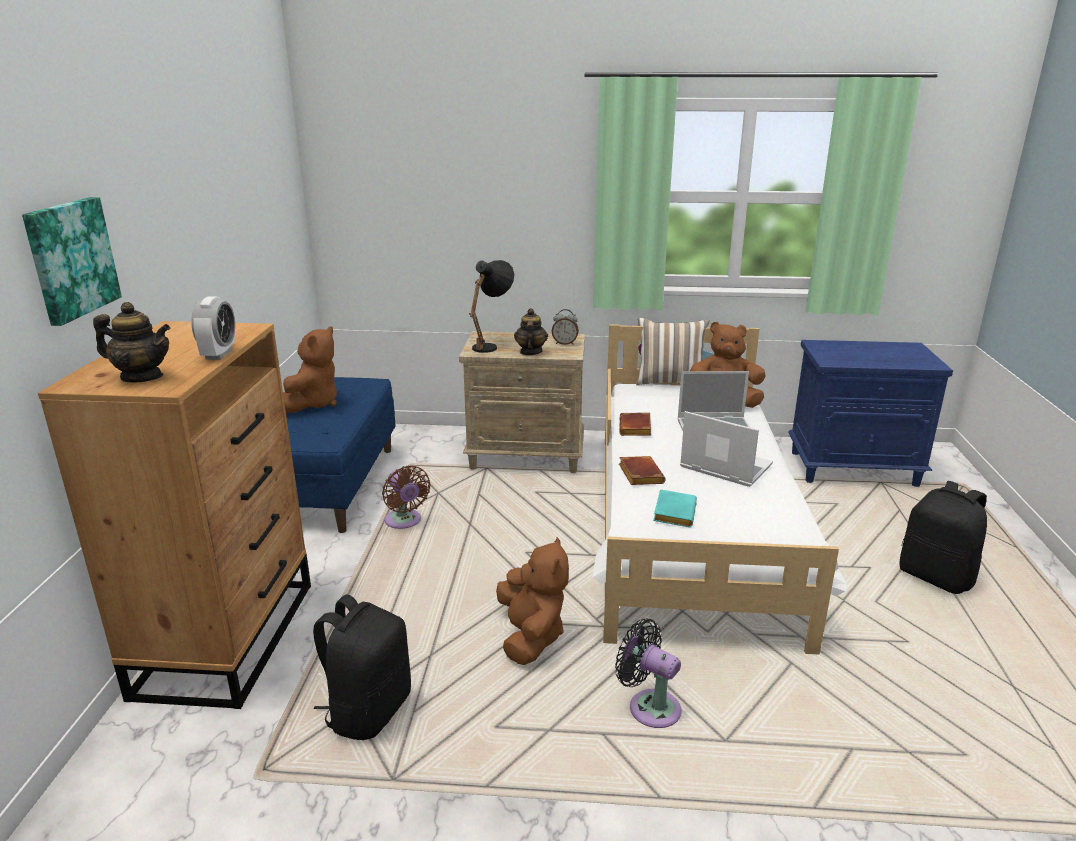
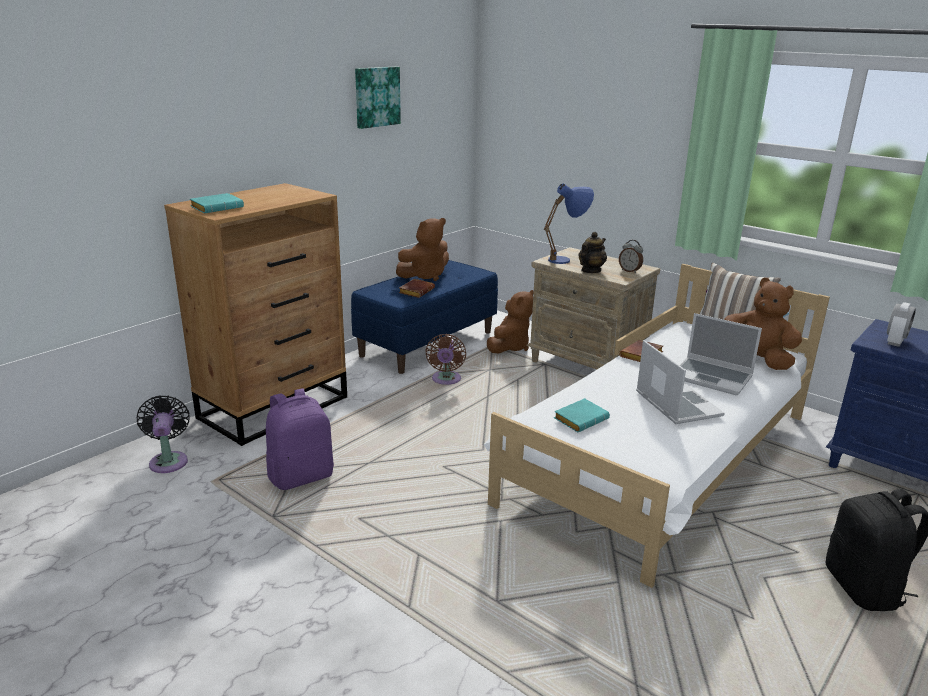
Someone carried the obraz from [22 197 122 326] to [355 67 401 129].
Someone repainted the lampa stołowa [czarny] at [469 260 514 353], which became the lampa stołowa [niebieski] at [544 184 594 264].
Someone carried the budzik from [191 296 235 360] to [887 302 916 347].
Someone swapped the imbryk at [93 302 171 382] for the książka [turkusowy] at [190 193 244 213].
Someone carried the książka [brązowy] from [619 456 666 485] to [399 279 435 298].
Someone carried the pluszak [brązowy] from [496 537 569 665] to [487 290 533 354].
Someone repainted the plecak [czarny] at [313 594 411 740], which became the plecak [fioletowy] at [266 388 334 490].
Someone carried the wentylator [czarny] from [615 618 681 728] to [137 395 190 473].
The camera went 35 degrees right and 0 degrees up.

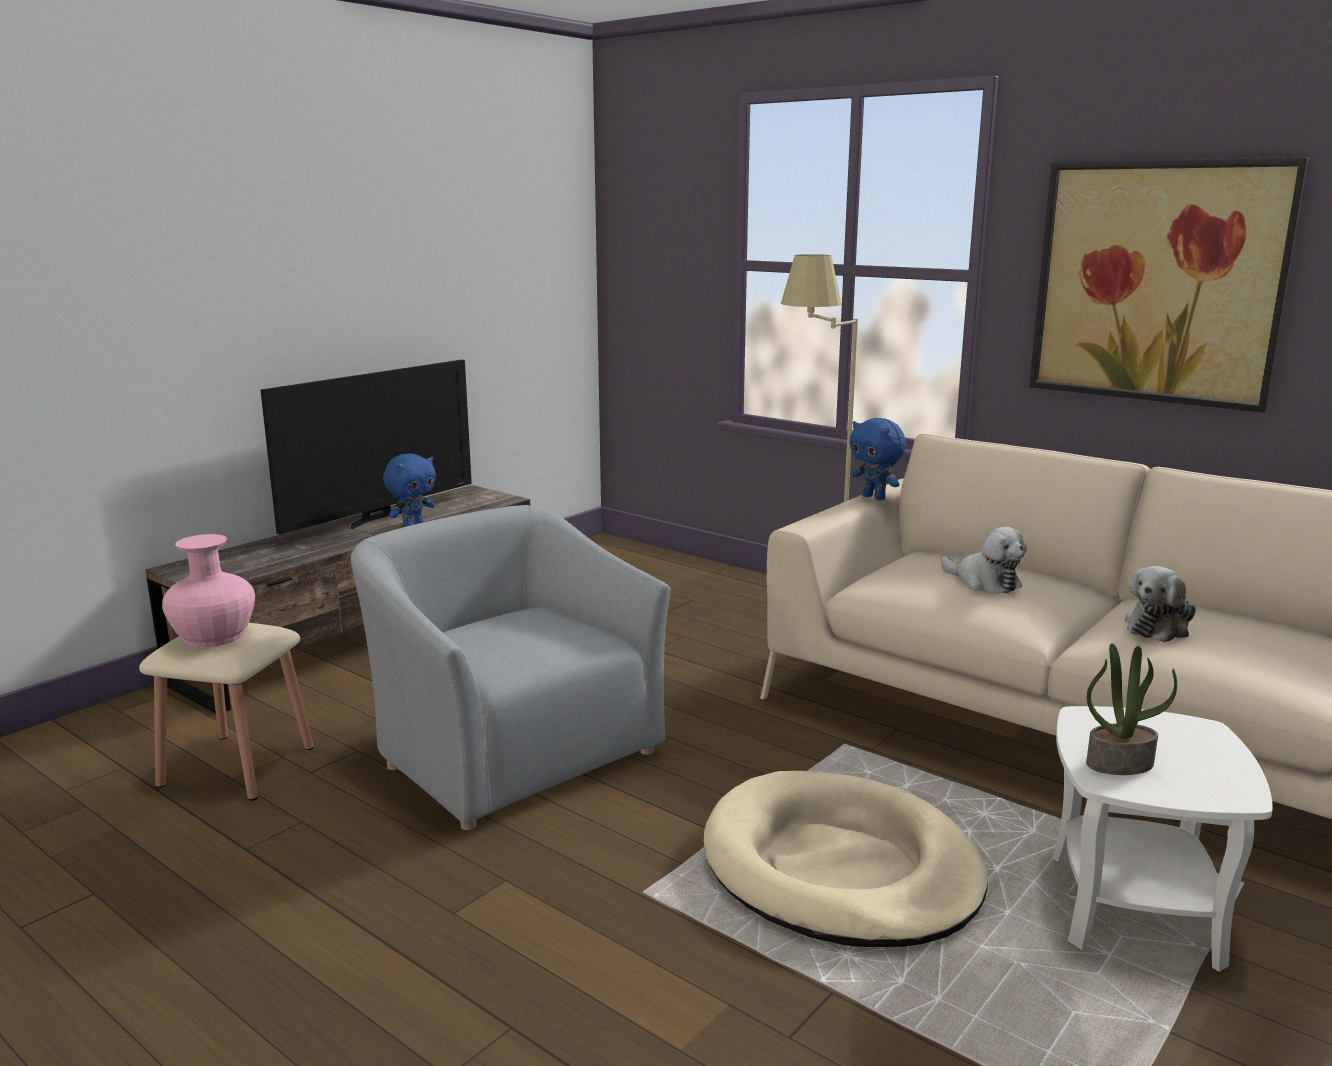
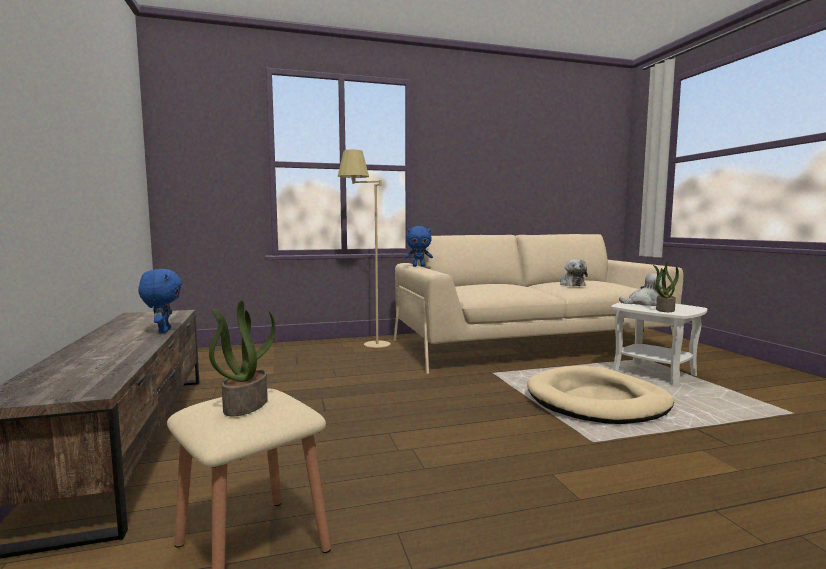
Someone took away the obraz at [1029 158 1309 413].
Someone took away the telewizor at [261 360 472 535].
Someone took away the fotel [szary] at [351 505 671 830].
Someone carried the pluszak from [941 527 1027 594] to [619 274 662 306].
Someone swapped the wazon [różowy] at [162 534 255 647] for the roślina doniczkowa at [209 300 276 416].
The camera went 55 degrees left and 10 degrees down.

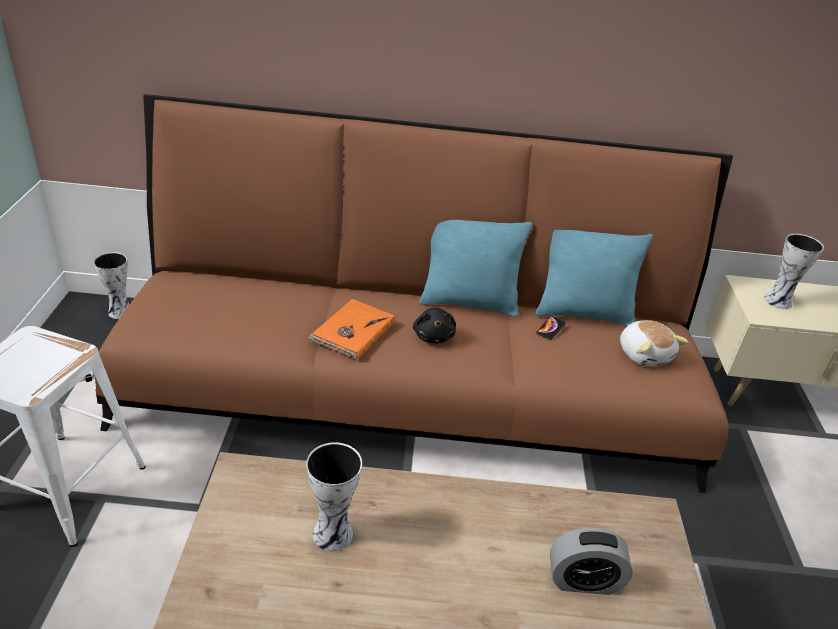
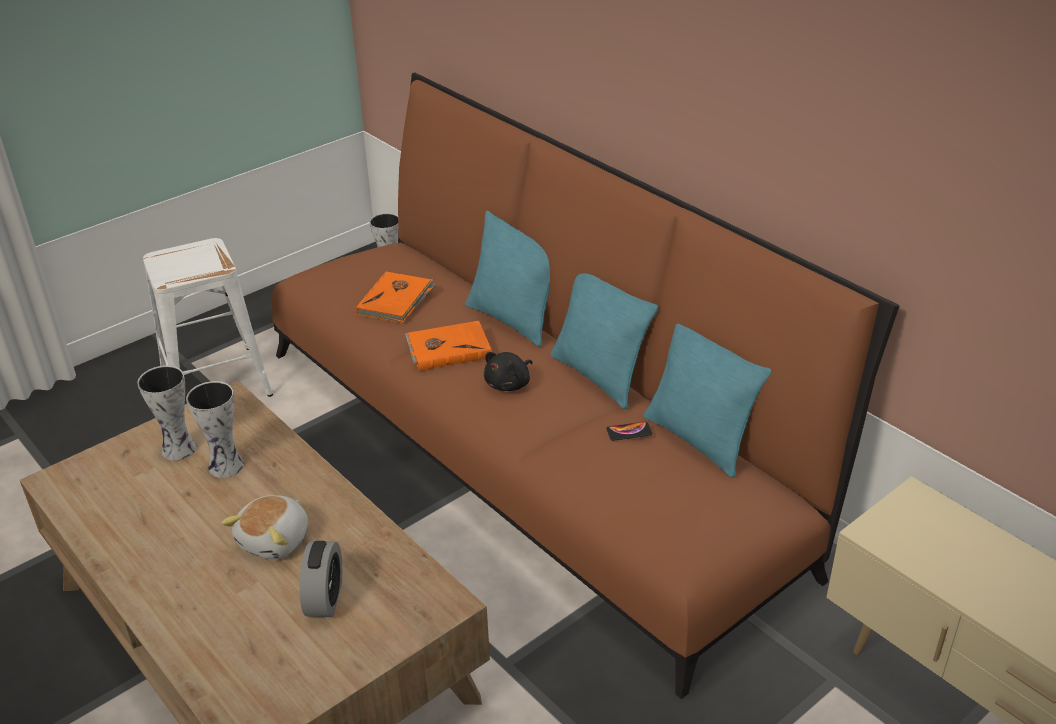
Someone carried the wazon from [764 234 824 309] to [137 365 197 461].
Someone carried the pluszak from [620 320 688 367] to [221 495 308 559].
Someone rotated the budzik at [550 528 633 595] by 135 degrees counterclockwise.
Someone put down the poduszka [turkusowy] at [465 211 550 347].
Someone put down the książka [pomarańczowy] at [356 271 436 323].
The camera went 50 degrees right and 0 degrees up.

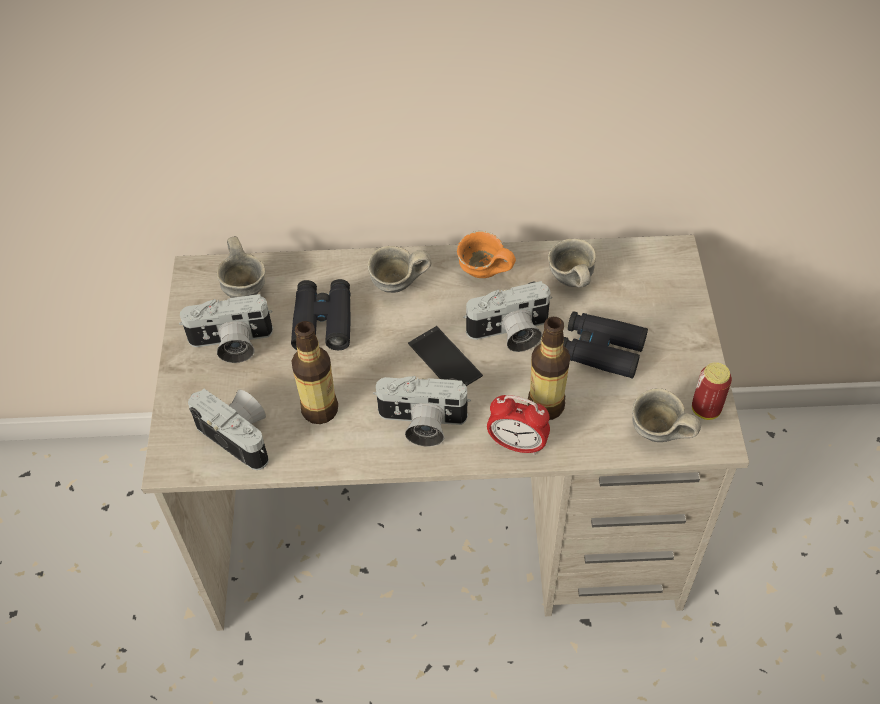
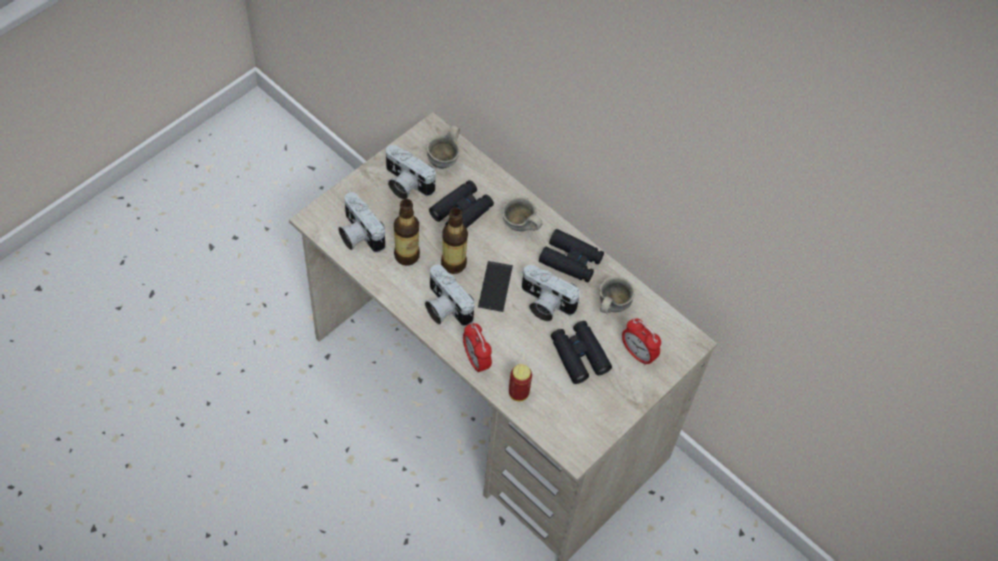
Someone swapped the kubek [pomarańczowy] at [457 231 516 278] for the lornetka [czarny] at [539 229 604 283].
Someone carried the butelka from [528 317 570 420] to [441 208 468 274].
Someone carried the puszka from [692 362 732 420] to [509 364 532 401].
Someone took away the kubek [szary] at [632 388 701 442].
Someone rotated the aparat fotograficzny at [188 389 269 470] by 150 degrees clockwise.
Someone put down the budzik at [622 319 661 365].
The camera went 40 degrees right and 5 degrees up.

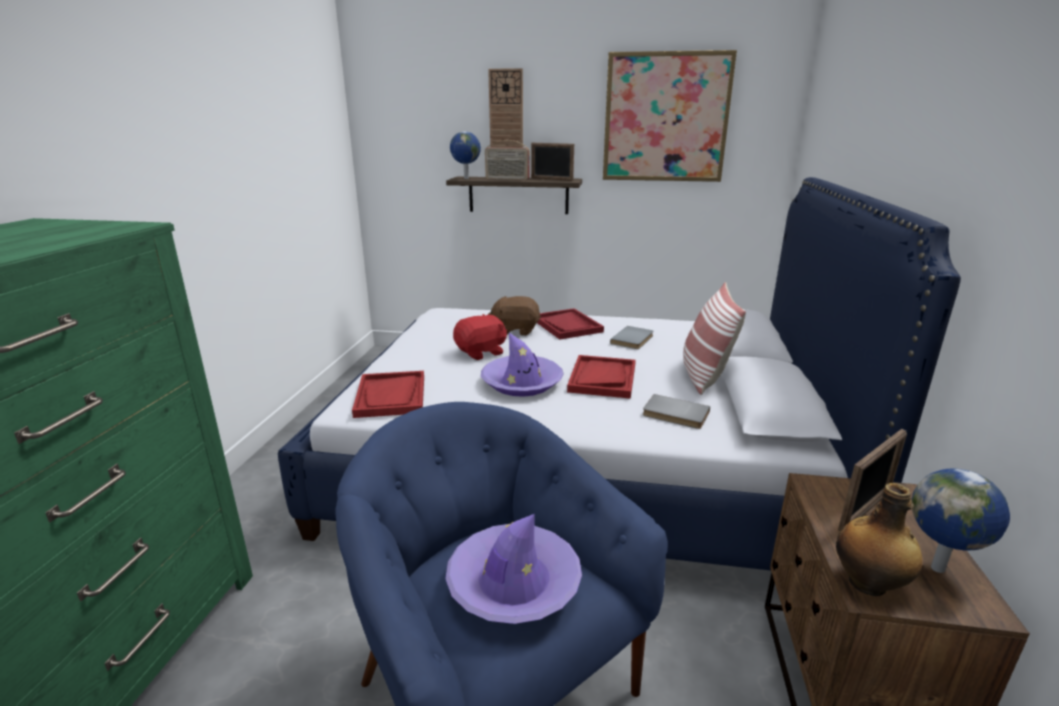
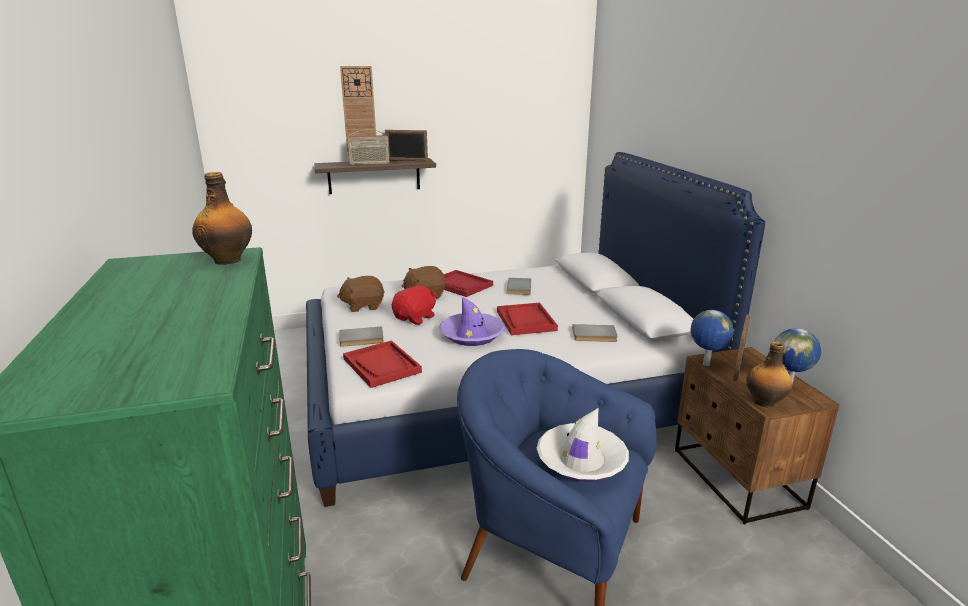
Someone took away the obraz at [603 50 737 182].
Someone carried the globus from [450 131 481 179] to [691 310 734 366].
Someone took away the poduszka at [683 282 746 395].
Someone repainted the kapelusz [fioletowy] at [445 514 582 624], which became the kapelusz [biały] at [537 408 629 482].
Someone put down the butelka at [192 172 252 265].
Someone put down the pluszak [brązowy] at [337 276 385 312].
Someone put down the książka [szary] at [339 326 384 347].
The camera went 25 degrees left and 0 degrees up.

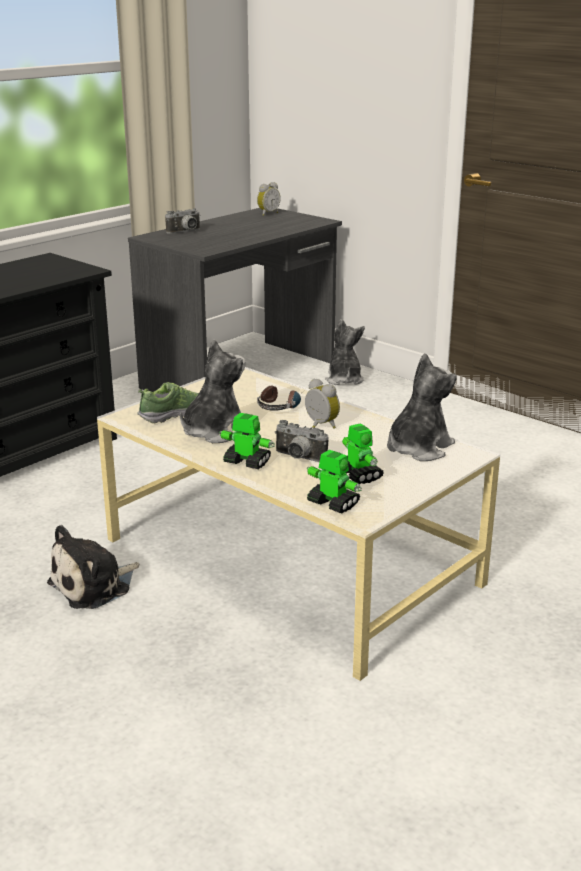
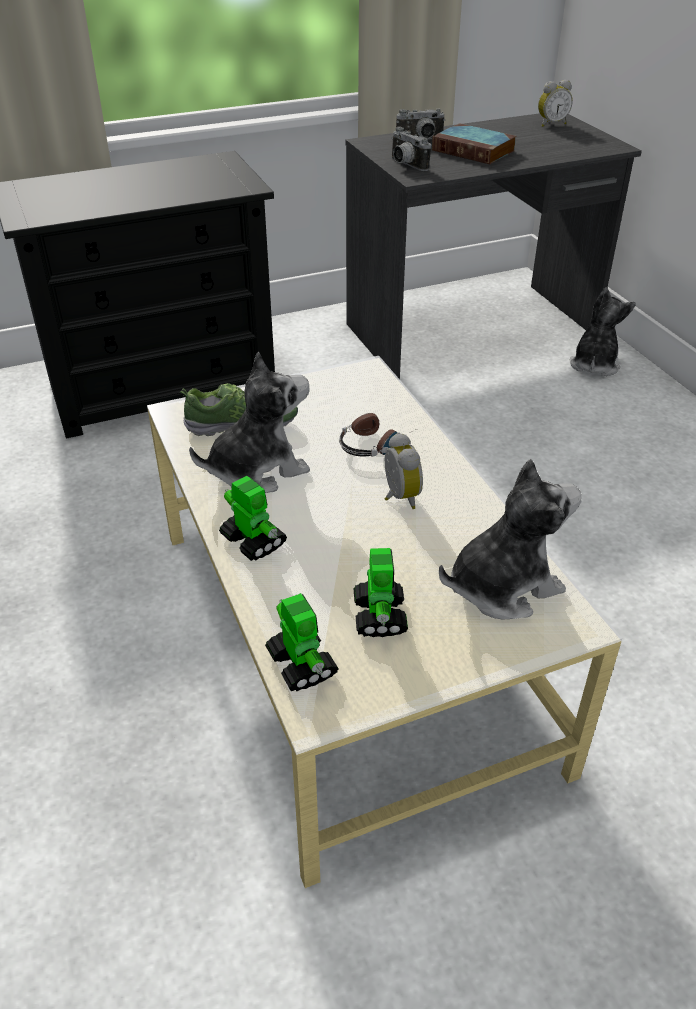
Someone carried the aparat fotograficzny from [275 420 329 462] to [391 127 431 171].
Someone took away the pluszak at [47 525 140 609].
Someone put down the książka at [432 123 516 164].
The camera went 25 degrees right and 15 degrees up.

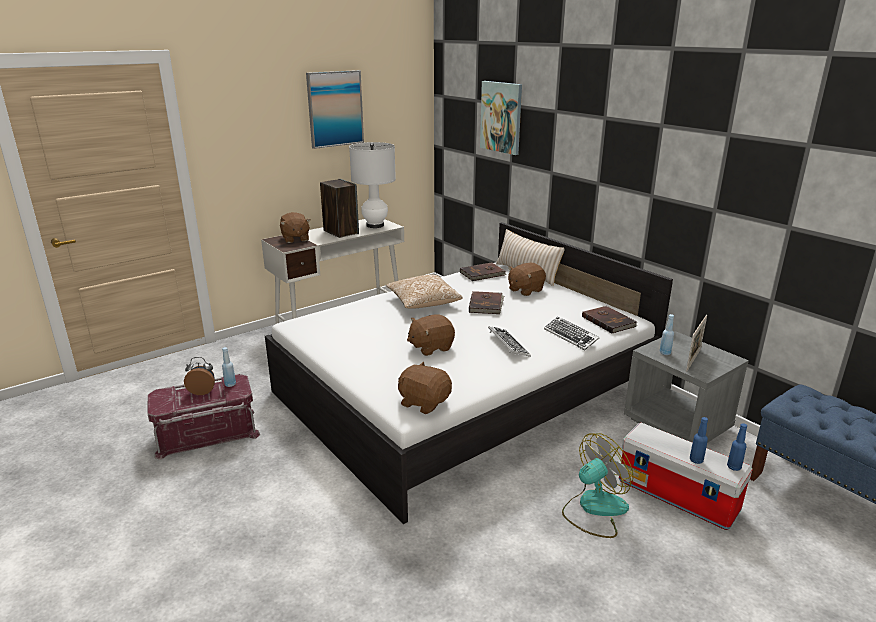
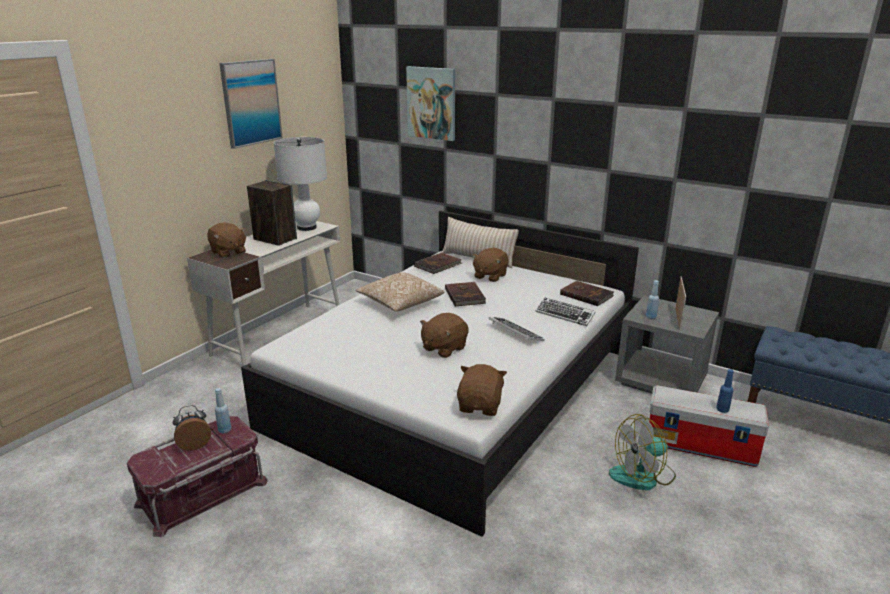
Someone rotated the pluszak [brązowy] at [398 361 452 414] by 90 degrees clockwise.
Someone took away the butelka [niebieski] at [727 423 747 471].
Someone rotated the wentylator at [562 433 633 538] by 150 degrees counterclockwise.
The camera went 20 degrees left and 0 degrees up.

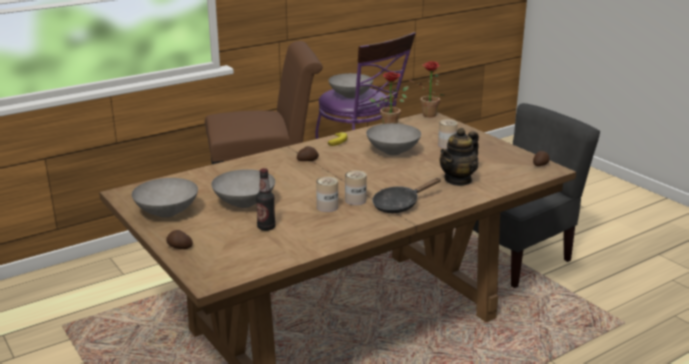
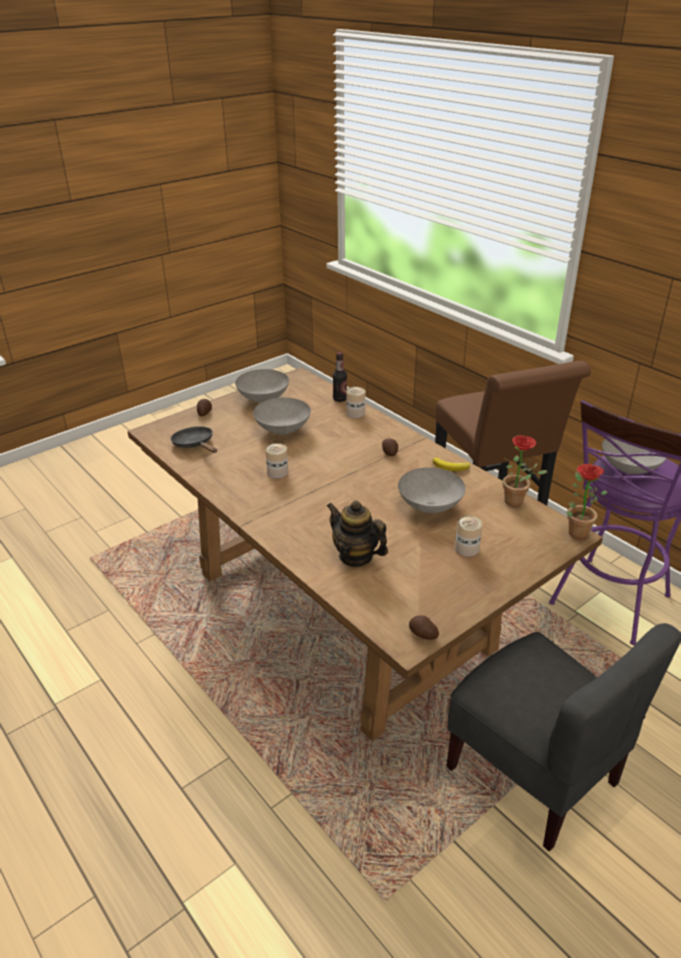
Someone carried the butelka from [256 168 275 231] to [333 352 347 402].
Someone carried the puszka from [345 170 367 205] to [346 387 365 418].
Someone carried the patelnia [czarny] from [372 178 441 213] to [171 426 217 453].
The camera went 85 degrees right and 10 degrees up.

